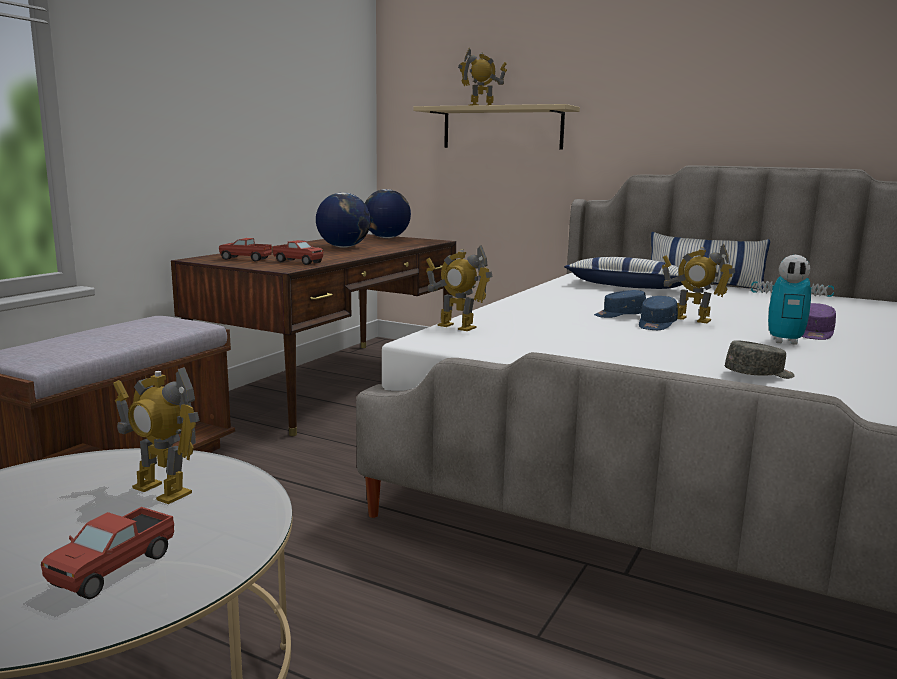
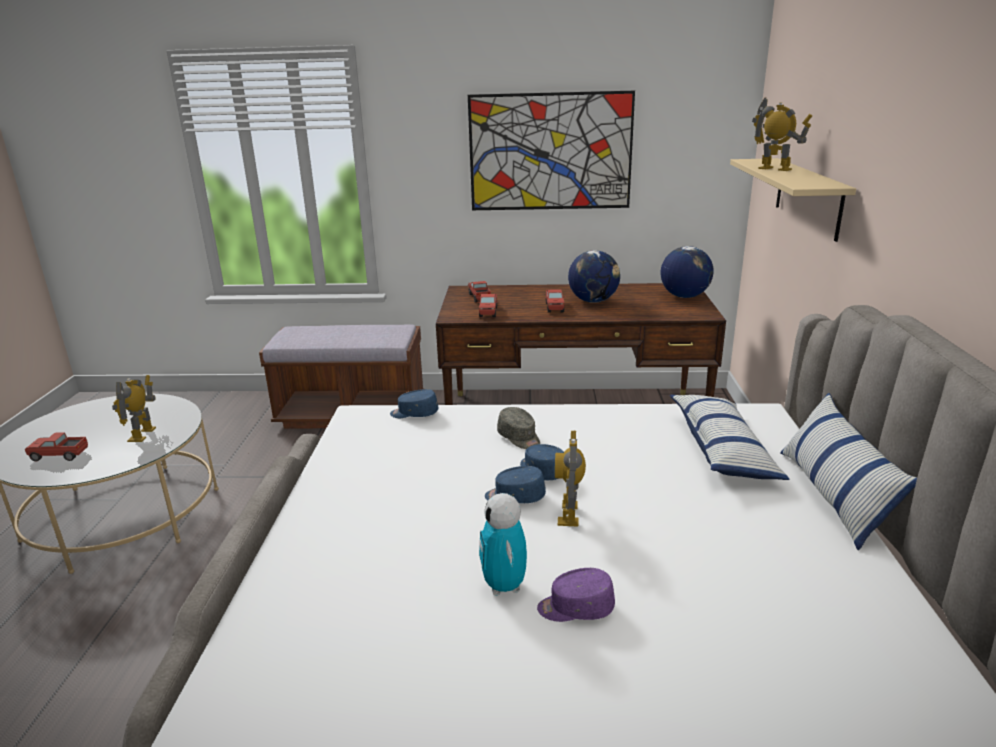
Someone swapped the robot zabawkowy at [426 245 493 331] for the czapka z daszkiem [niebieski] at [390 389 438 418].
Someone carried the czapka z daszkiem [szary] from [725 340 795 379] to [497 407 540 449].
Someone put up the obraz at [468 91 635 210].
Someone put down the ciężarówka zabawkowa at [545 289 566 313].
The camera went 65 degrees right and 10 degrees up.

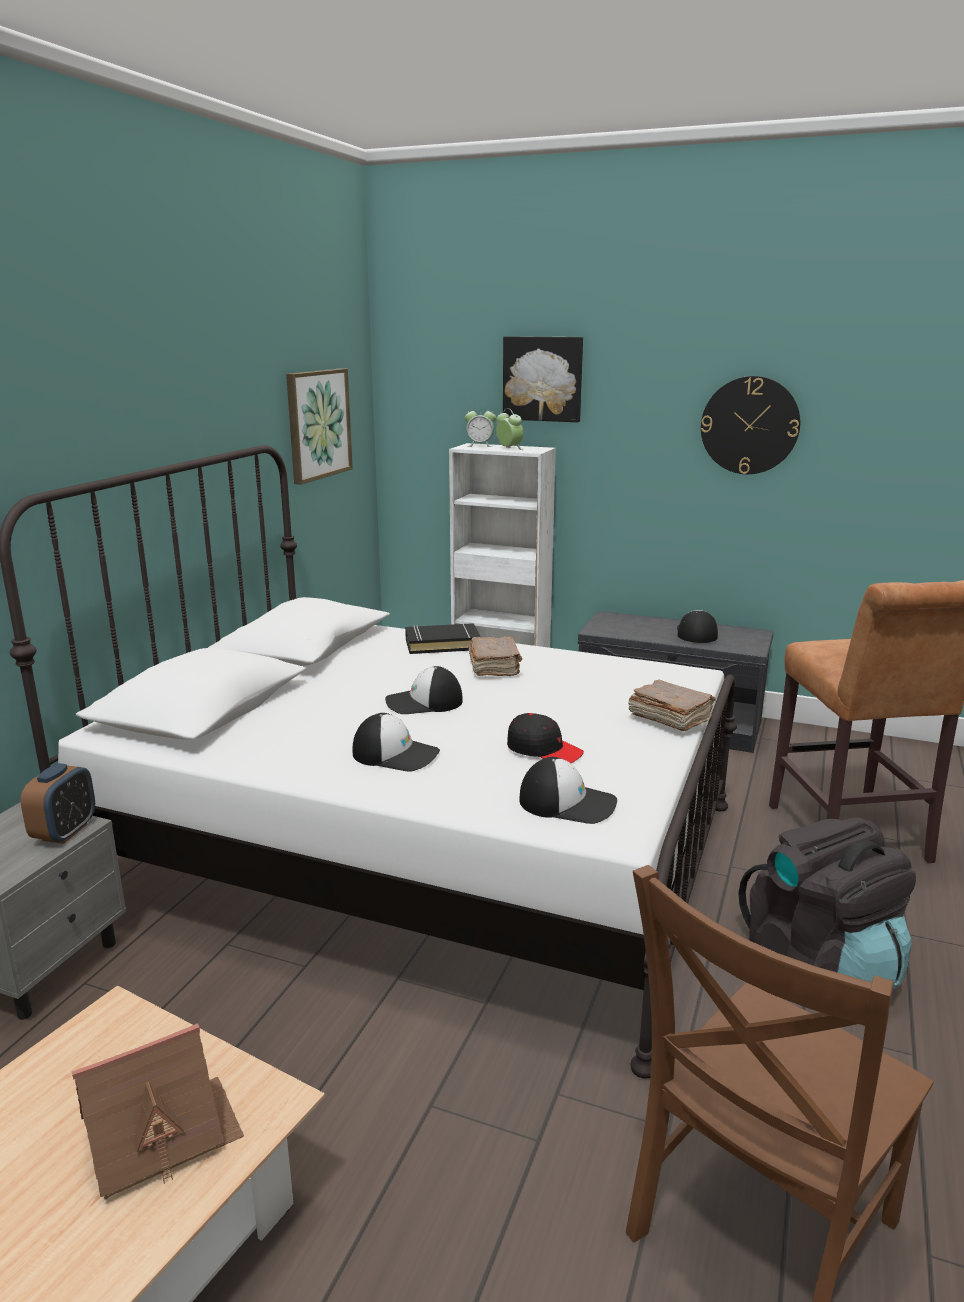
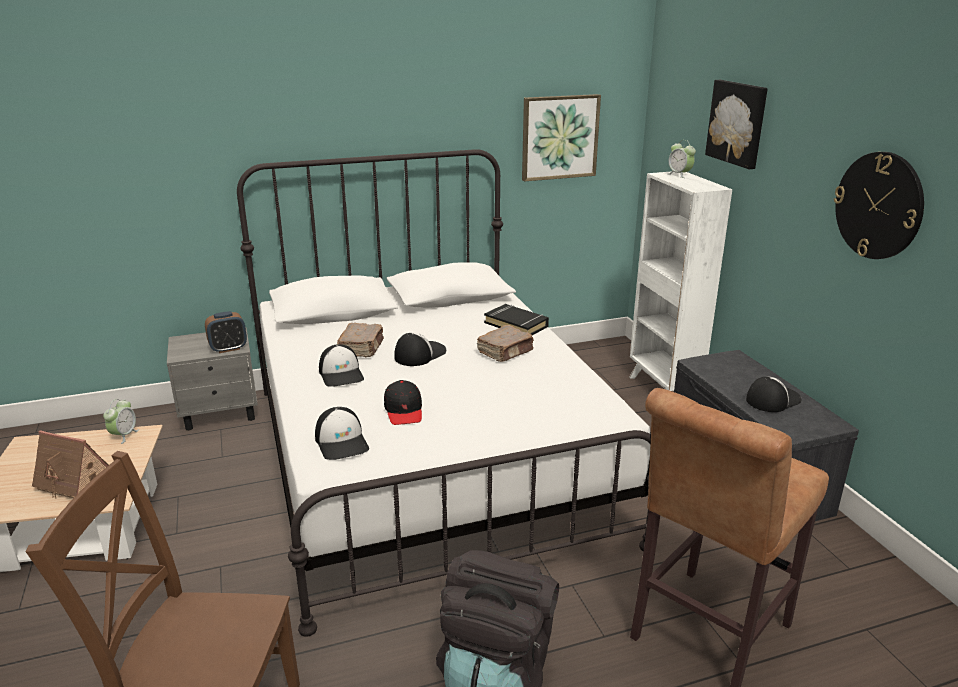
Someone carried the budzik from [496 408 523 450] to [103 399 139 444].
Someone rotated the czapka z daszkiem at [385 666 463 714] by 90 degrees clockwise.
Someone carried the książka [brązowy] from [628 679 716 731] to [337 323 384 357].
The camera went 50 degrees right and 5 degrees up.

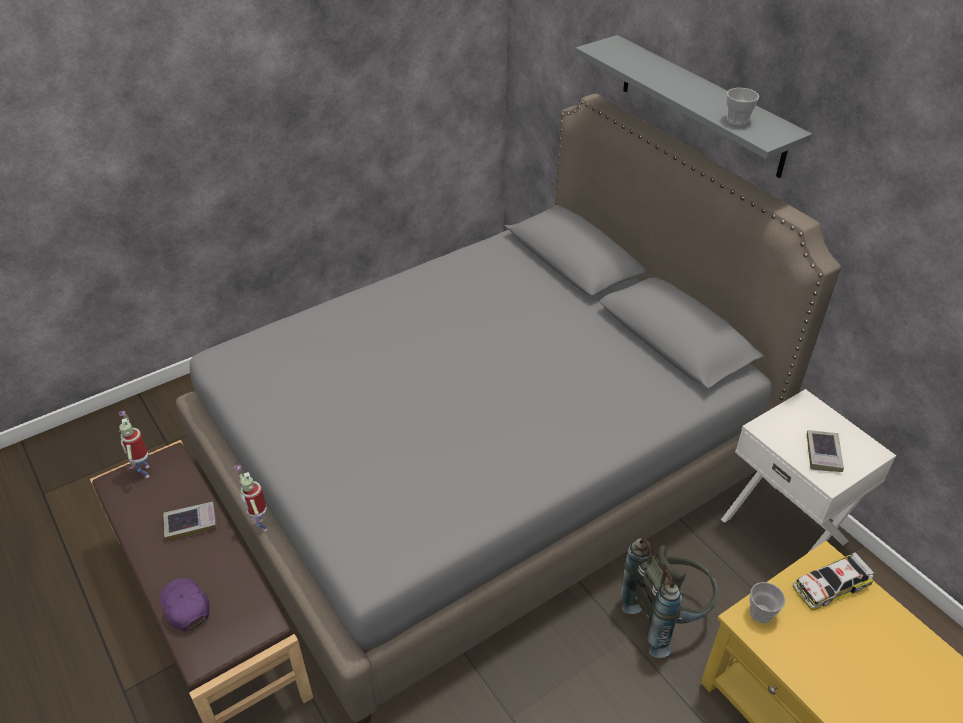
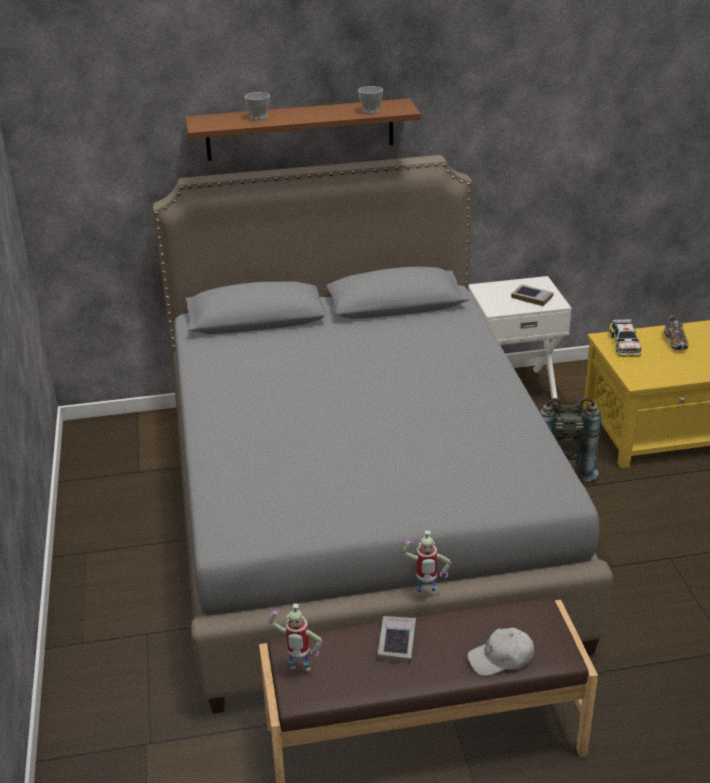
Someone repainted the półka [szary] at [575 35 812 178], which became the półka [brązowy] at [185 98 421 161].
Someone repainted the czapka z daszkiem [fioletowy] at [160 578 209 632], which became the czapka z daszkiem [biały] at [468 628 534 676].
Someone carried the filiżanka from [749 582 786 623] to [245 92 270 120].
Someone put down the but at [664 315 689 351].
The camera went 65 degrees left and 10 degrees down.

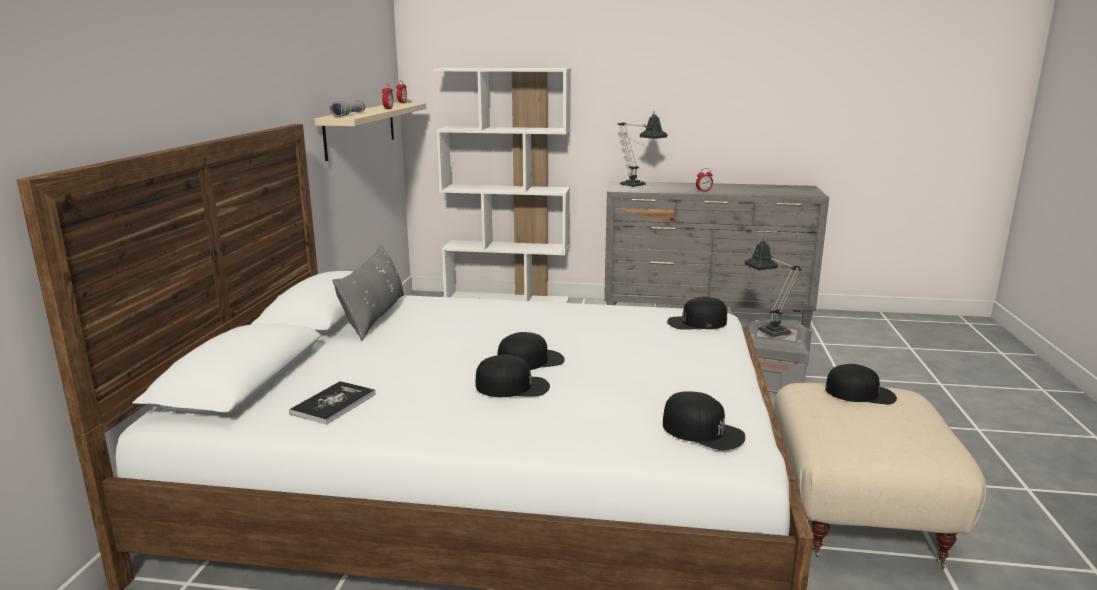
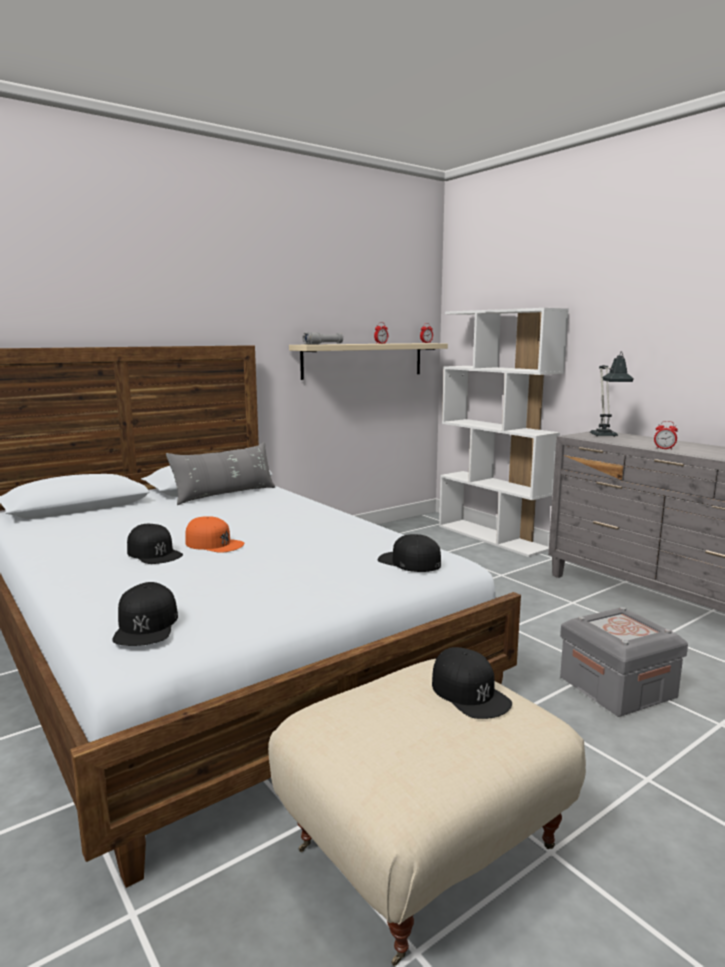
Someone took away the lampa stołowa at [744 238 802 337].
Someone repainted the czapka z daszkiem [czarny] at [498 332 565 370], which became the czapka z daszkiem [pomarańczowy] at [185 516 244 553].
Someone took away the książka at [289 381 376 425].
The camera went 45 degrees right and 5 degrees down.

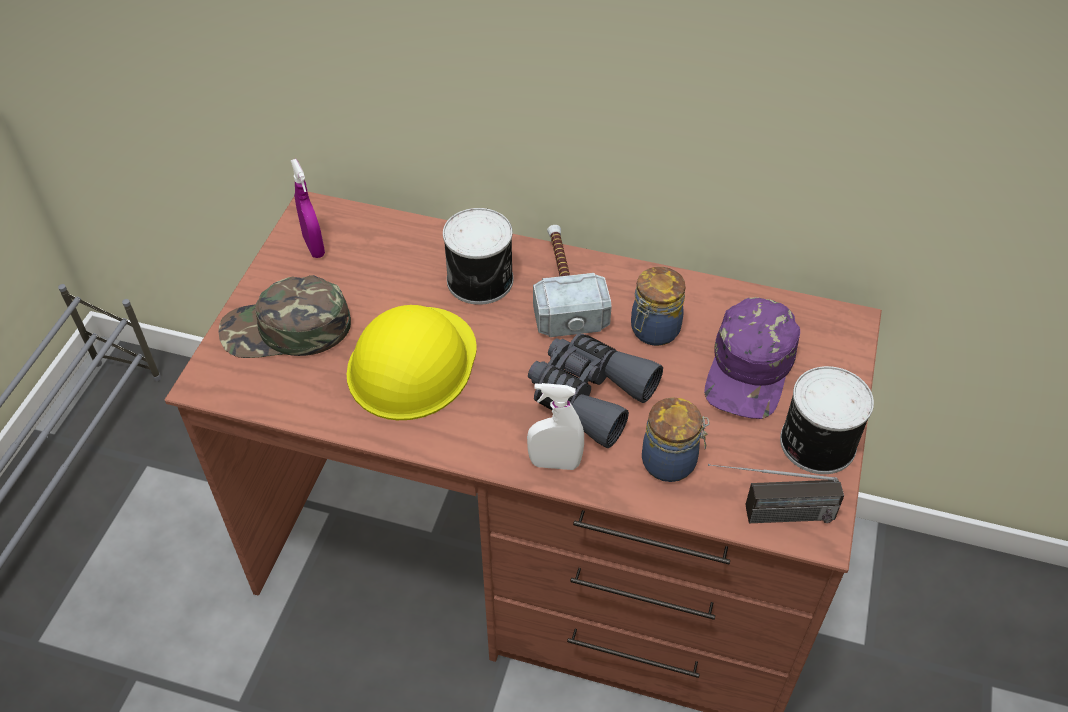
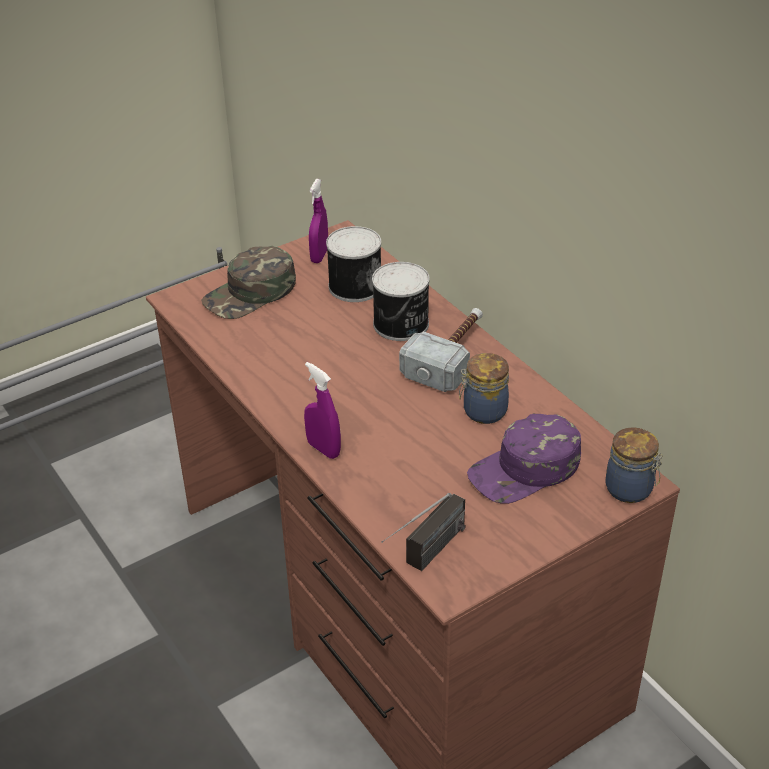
Someone rotated the czapka z daszkiem [zielony] at [218 275 351 358] by 75 degrees counterclockwise.
Someone took away the kask [żółty] at [347 305 477 420].
Someone took away the lornetka [szary] at [528 334 663 448].
Someone carried the puszka from [780 366 874 474] to [326 226 381 302].
Someone repainted the spryskiwacz [biały] at [527 383 584 470], which became the spryskiwacz [fioletowy] at [304 362 341 459].
Someone carried the słoik from [642 397 709 482] to [605 427 663 503].
Someone rotated the radio at [708 464 844 523] by 90 degrees counterclockwise.
The camera went 40 degrees right and 10 degrees down.

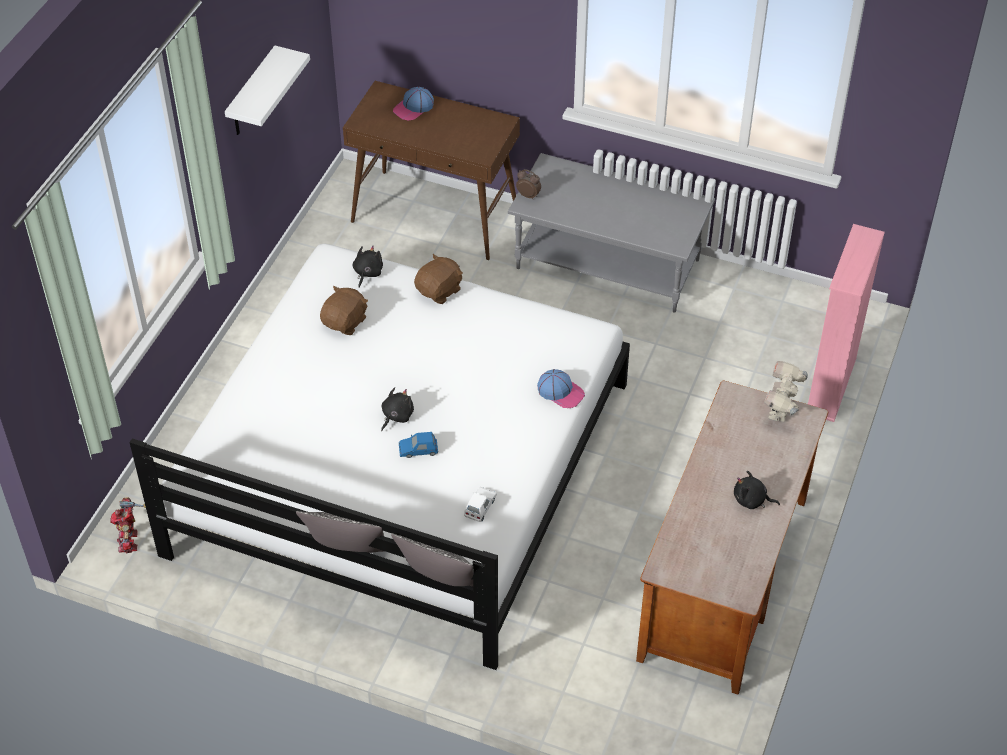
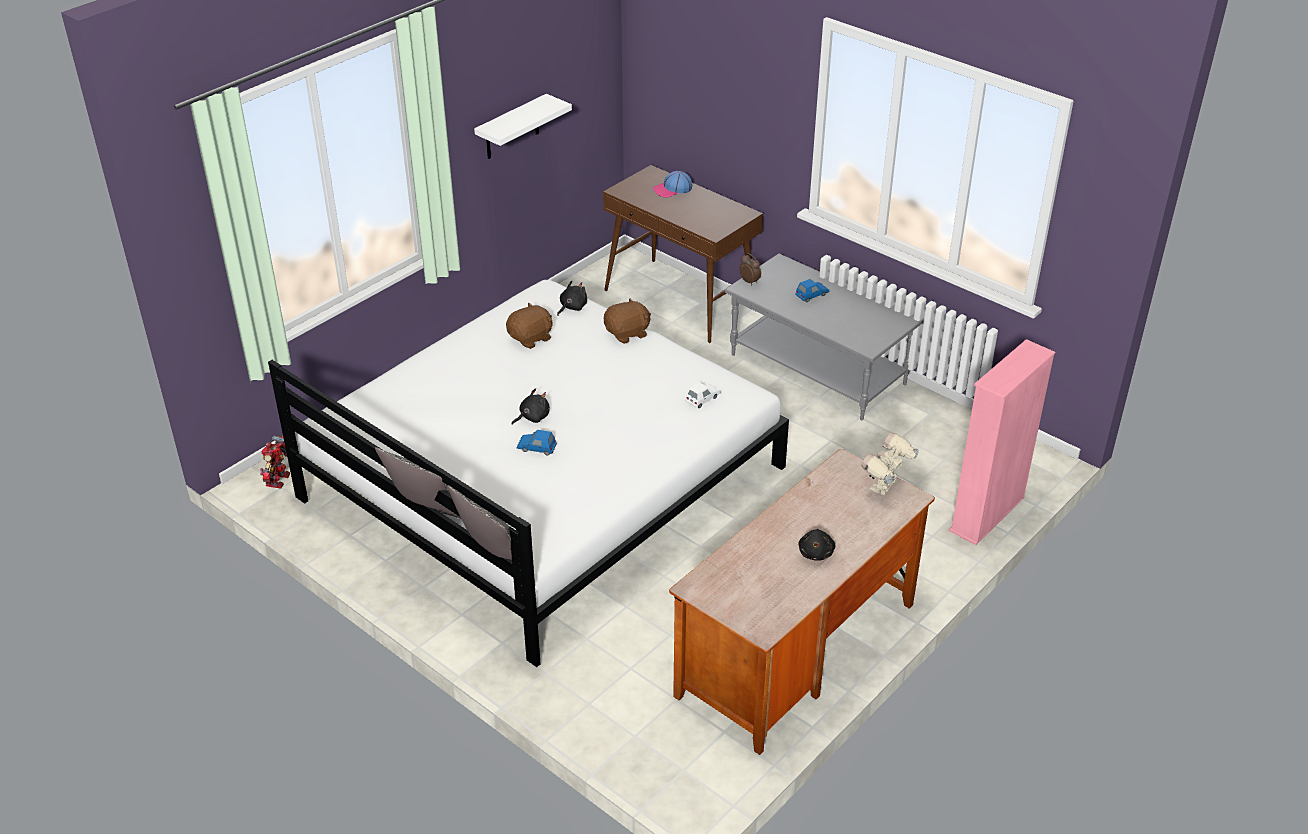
Someone took away the czapka z daszkiem at [537 369 585 408].
Someone rotated the pluszak [czarny] at [734 471 780 509] by 120 degrees counterclockwise.
Someone carried the samochodzik [biały] from [464 487 497 522] to [685 382 721 408].
Someone put down the samochodzik [niebieski] at [796 279 829 302].
The camera went 20 degrees right and 10 degrees down.

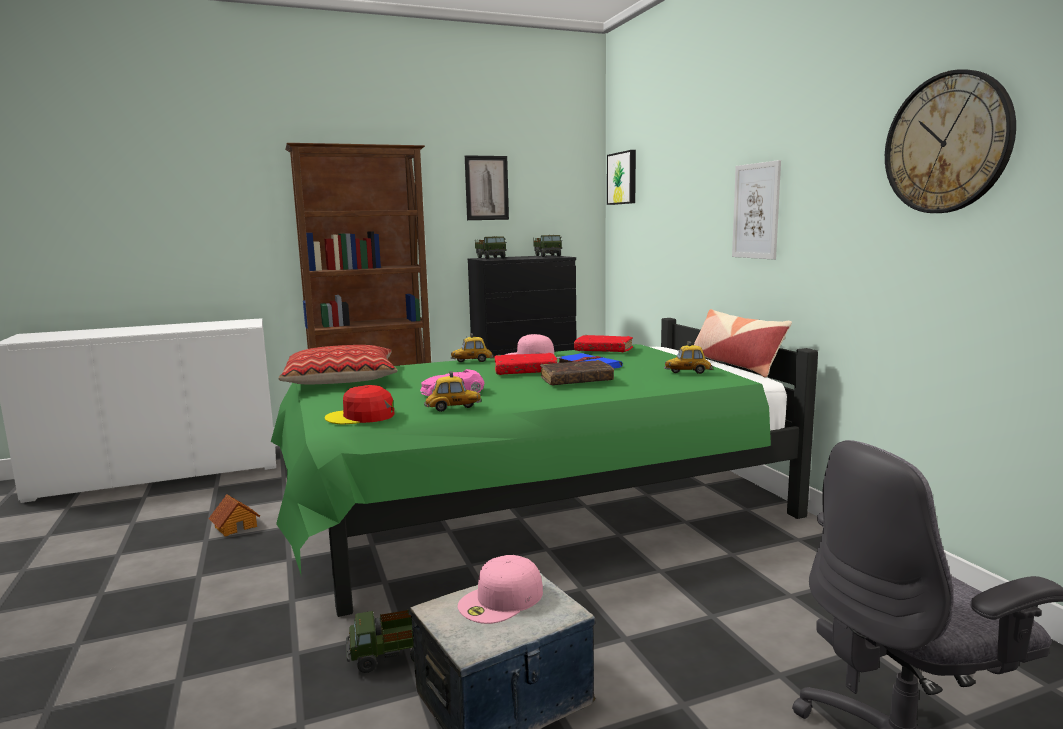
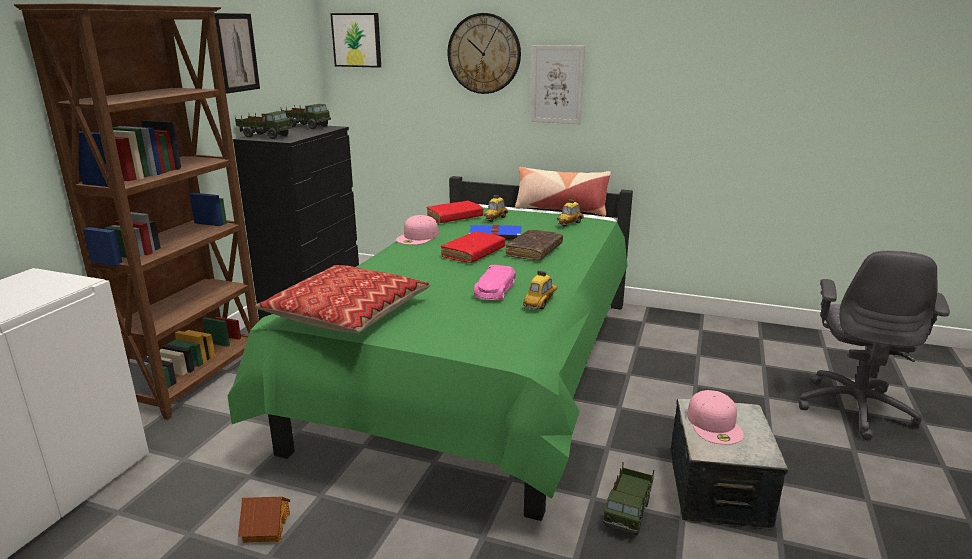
Someone carried the zegar ścienny from [885 69 1016 213] to [448 13 521 94].
Someone carried the samochodzik from [451 333 494 362] to [484 195 508 222].
Someone took away the czapka z daszkiem [czerwony] at [325 385 394 424].
The camera went 50 degrees left and 10 degrees up.

